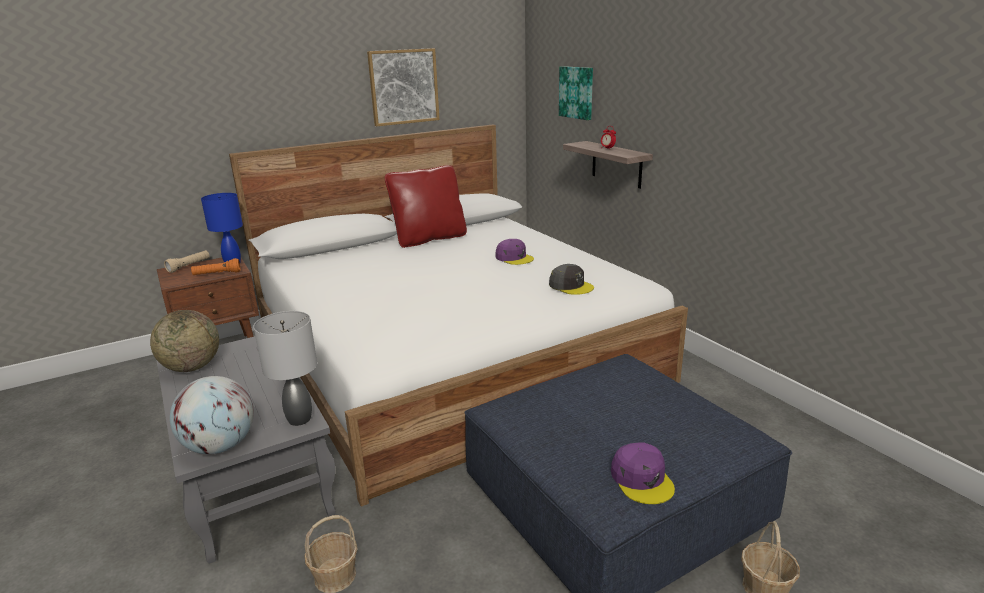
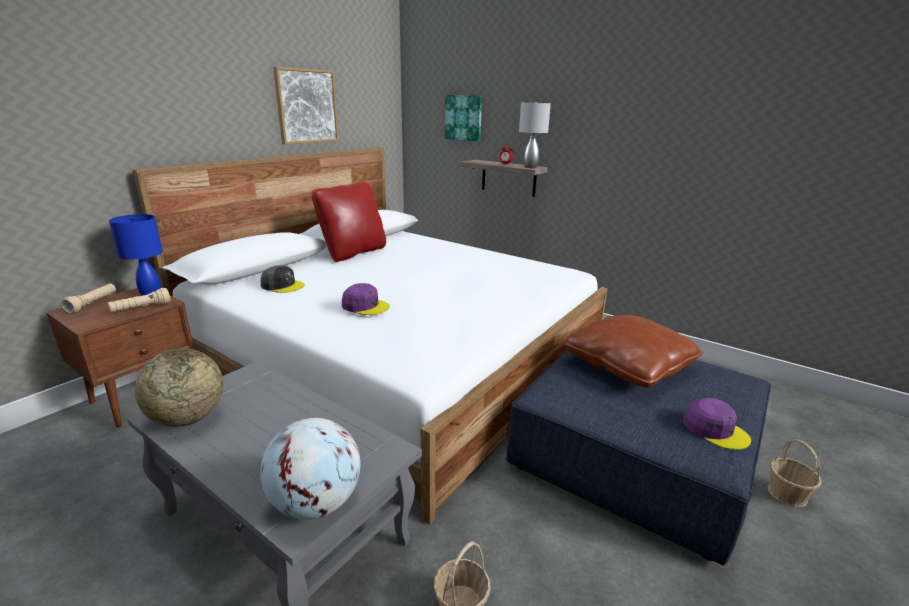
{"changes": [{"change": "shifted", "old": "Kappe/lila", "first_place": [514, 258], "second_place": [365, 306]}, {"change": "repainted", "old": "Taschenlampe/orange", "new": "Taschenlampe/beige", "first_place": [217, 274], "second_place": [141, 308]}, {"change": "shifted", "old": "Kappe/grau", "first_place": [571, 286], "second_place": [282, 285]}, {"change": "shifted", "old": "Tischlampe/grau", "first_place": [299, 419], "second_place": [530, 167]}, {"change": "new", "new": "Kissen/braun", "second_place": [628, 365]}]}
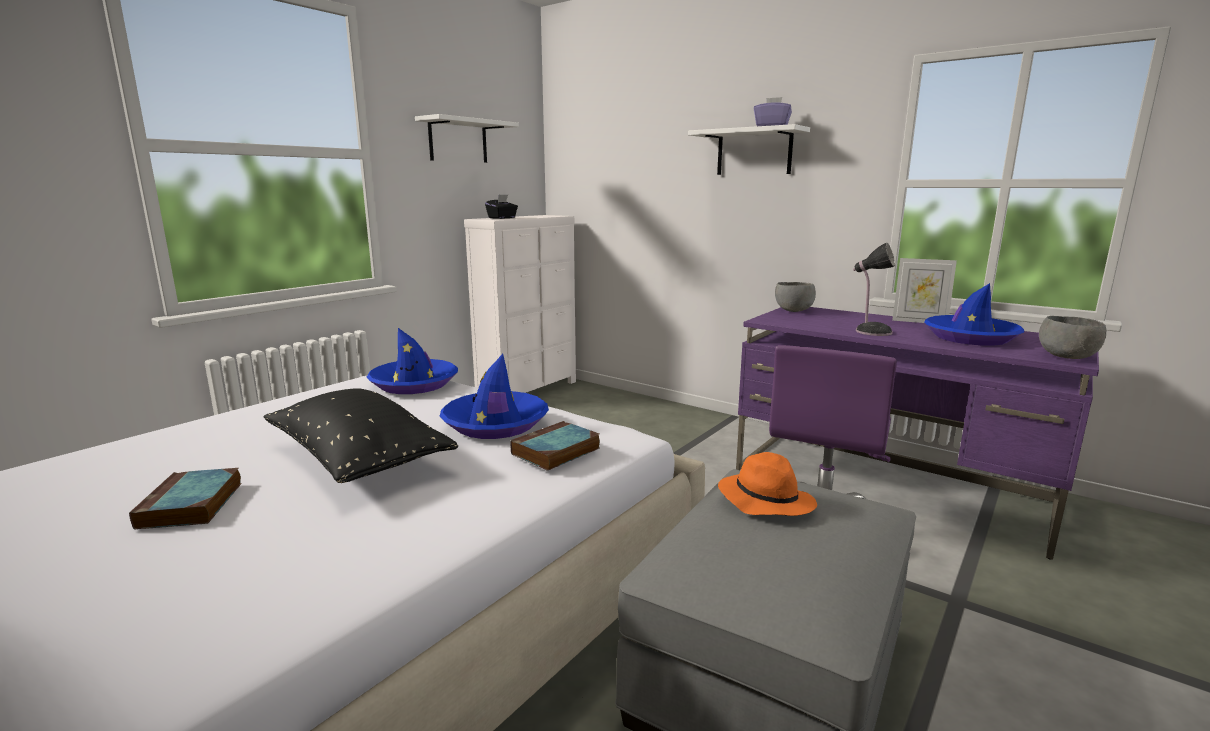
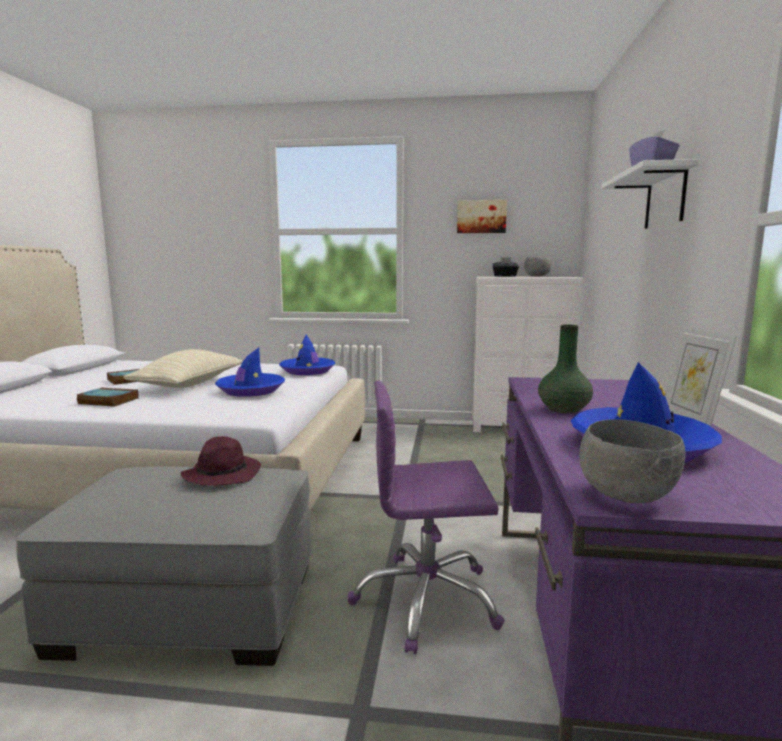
{"changes": [{"change": "swapped", "old": "Wandregal/weiß", "new": "Bild", "first_place": [458, 141], "second_place": [481, 217]}, {"change": "swapped", "old": "Tischlampe", "new": "Vase/grün", "first_place": [871, 331], "second_place": [564, 409]}, {"change": "shifted", "old": "Schüssel/grau", "first_place": [792, 311], "second_place": [536, 276]}, {"change": "repainted", "old": "Kissen/schwarz", "new": "Kissen/beige", "first_place": [358, 458], "second_place": [189, 384]}, {"change": "shifted", "old": "Buch", "first_place": [555, 452], "second_place": [107, 401]}, {"change": "repainted", "old": "Hut/orange", "new": "Hut/lila", "first_place": [764, 500], "second_place": [222, 474]}]}
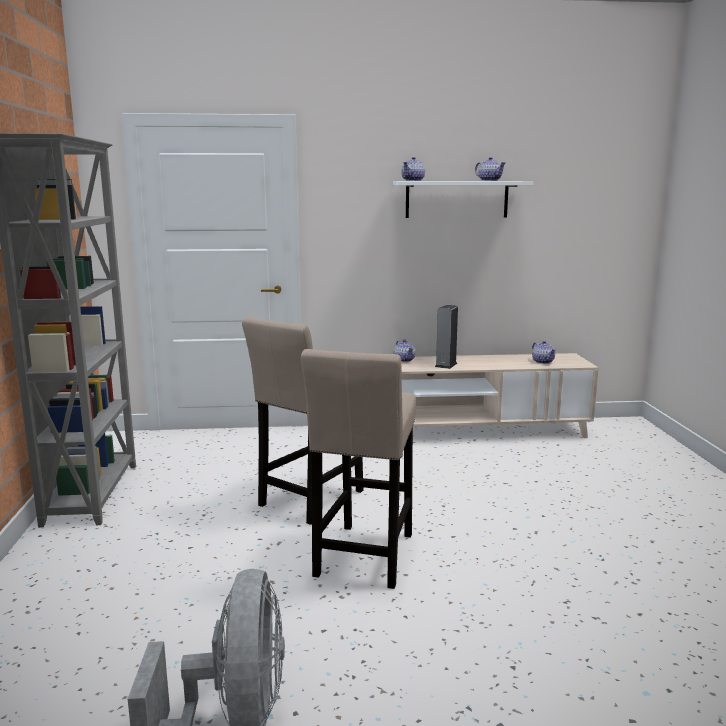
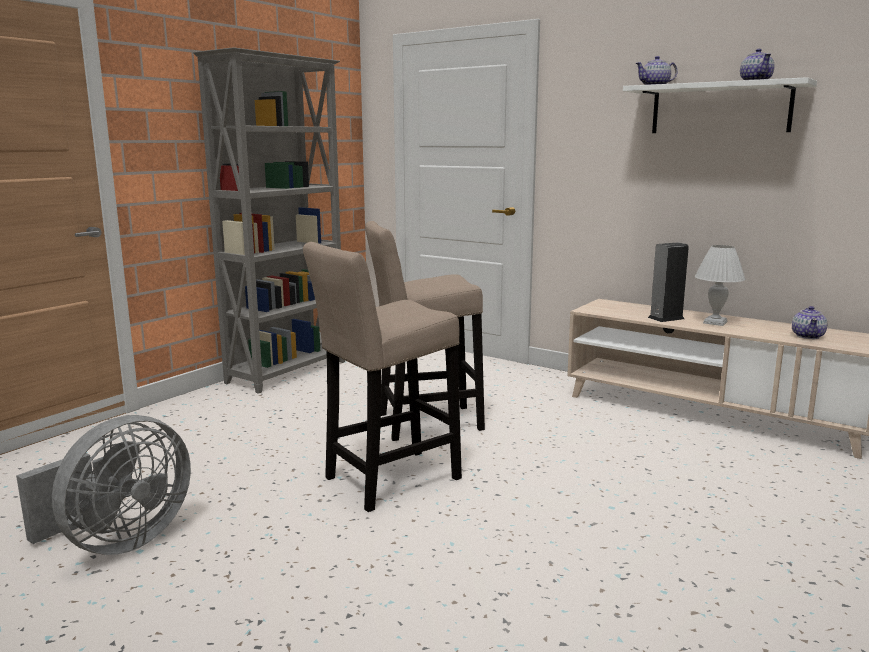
{"changes": [{"change": "gone", "old": "Teekanne", "first_place": [404, 360]}, {"change": "new", "new": "Tischlampe/weiß", "second_place": [715, 322]}]}
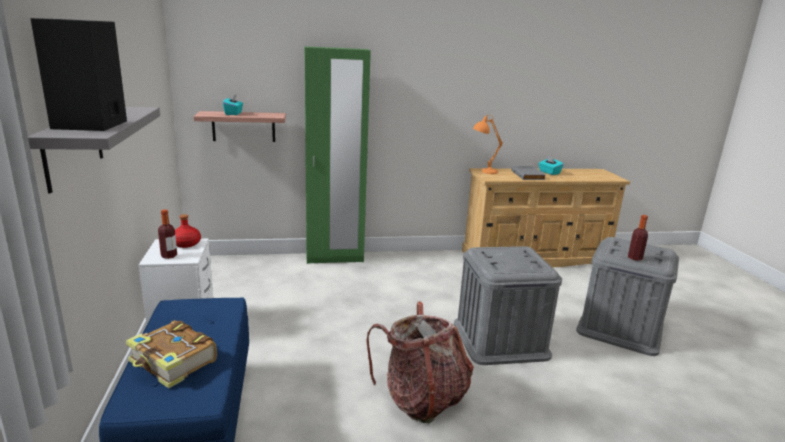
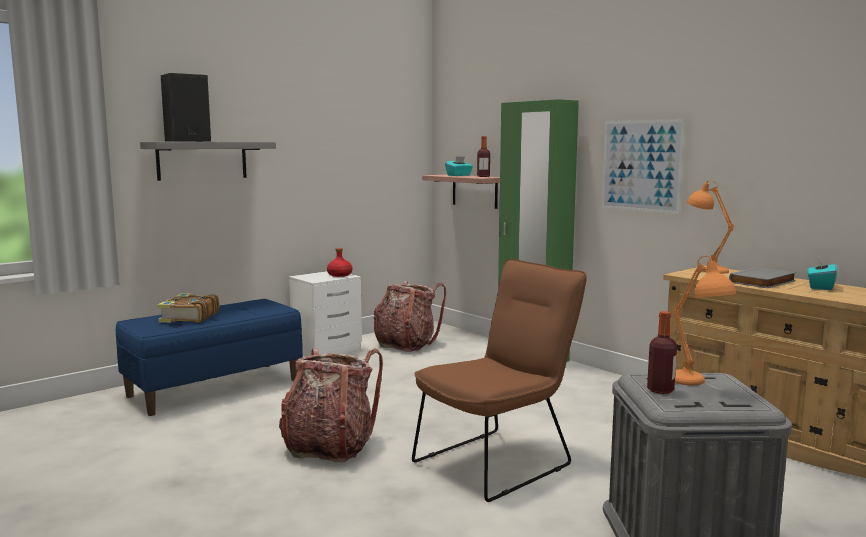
{"changes": [{"change": "shifted", "old": "Flasche", "first_place": [169, 256], "second_place": [483, 176]}, {"change": "swapped", "old": "Aufbewahrungsbox/grau", "new": "Stuhl/braun", "first_place": [500, 339], "second_place": [499, 461]}, {"change": "new", "new": "Bild", "second_place": [641, 166]}, {"change": "new", "new": "Tischlampe/orange", "second_place": [696, 384]}, {"change": "new", "new": "Rucksack", "second_place": [406, 344]}]}
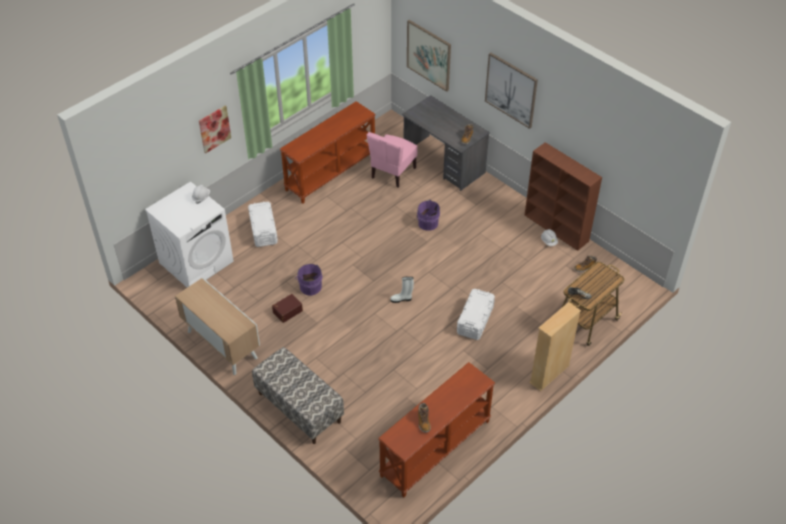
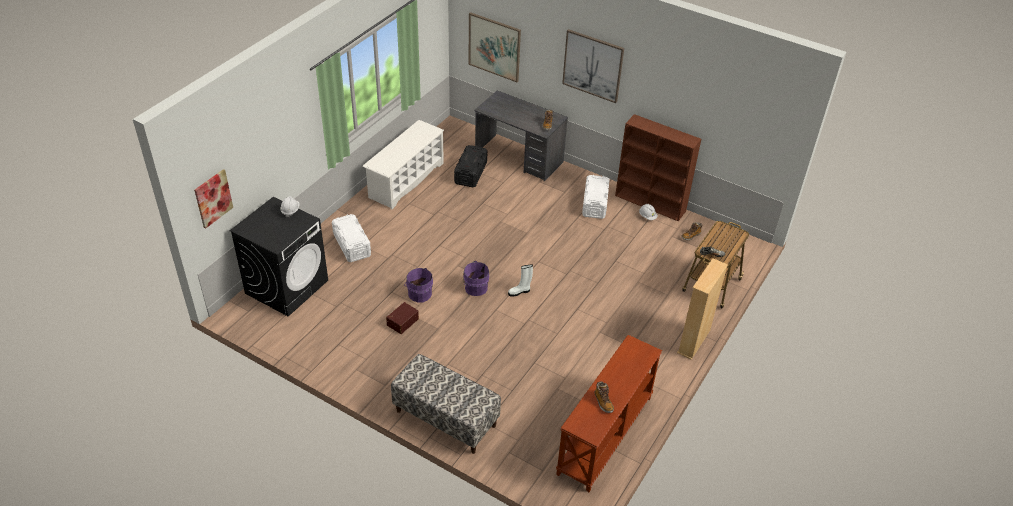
{"changes": [{"change": "swapped", "old": "Konsolentisch/braun", "new": "Schuhregal/weiß", "first_place": [330, 172], "second_place": [406, 180]}, {"change": "shifted", "old": "Bild", "first_place": [214, 129], "second_place": [213, 198]}, {"change": "swapped", "old": "Stuhl/rosa", "new": "Aufbewahrungsbox/schwarz", "first_place": [392, 173], "second_place": [470, 173]}, {"change": "repainted", "old": "Waschmaschine/weiß", "new": "Waschmaschine/schwarz", "first_place": [196, 262], "second_place": [287, 286]}, {"change": "shifted", "old": "Eimer/lila", "first_place": [427, 223], "second_place": [475, 287]}, {"change": "gone", "old": "Schrank", "first_place": [221, 345]}, {"change": "shifted", "old": "Aufbewahrungsbox/weiß", "first_place": [475, 320], "second_place": [594, 204]}]}
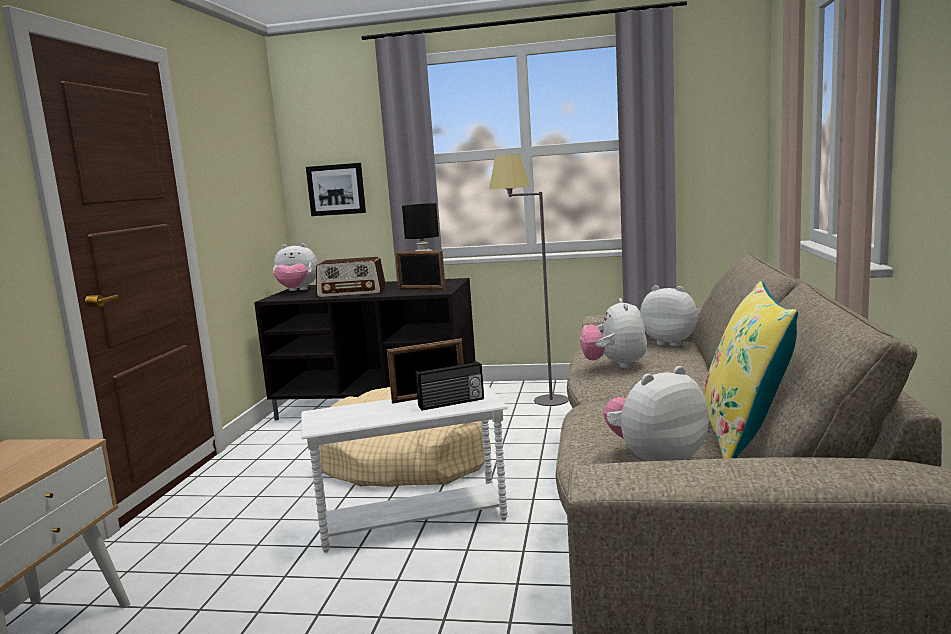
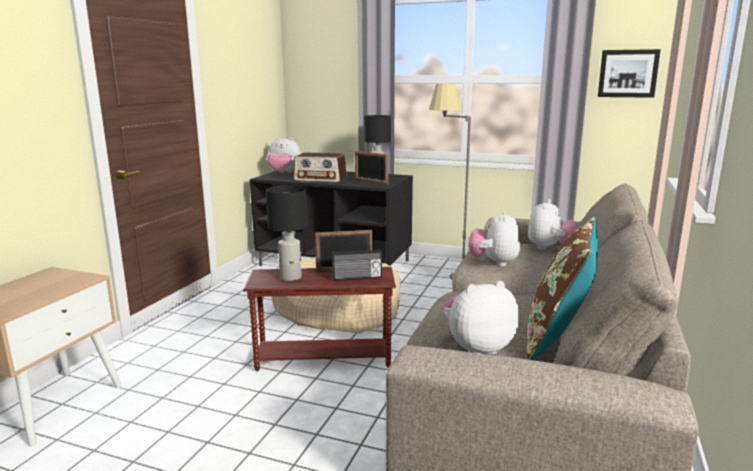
{"changes": [{"change": "shifted", "old": "Bild", "first_place": [336, 189], "second_place": [628, 73]}, {"change": "repainted", "old": "Kissen/gelb", "new": "Kissen/braun", "first_place": [745, 436], "second_place": [557, 338]}, {"change": "rotated", "old": "Plüschtier", "first_place": [671, 343], "second_place": [550, 248], "degrees": 75}, {"change": "repainted", "old": "Beistelltisch/weiß", "new": "Beistelltisch/braun", "first_place": [412, 522], "second_place": [323, 358]}, {"change": "new", "new": "Tischlampe/schwarz", "second_place": [291, 277]}]}
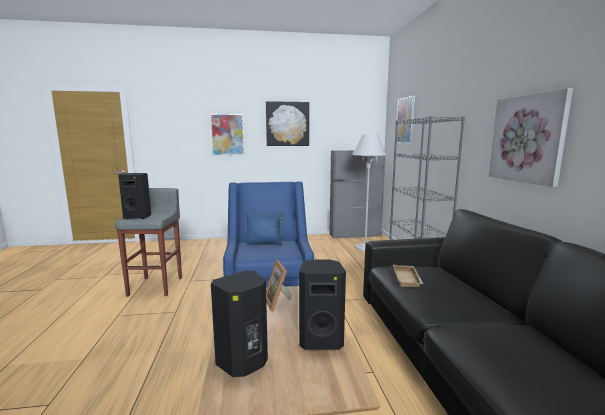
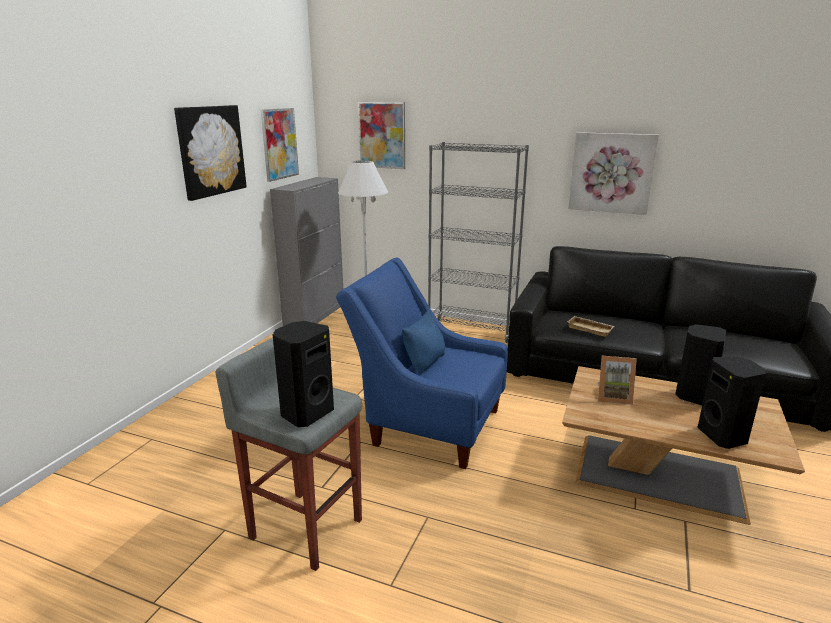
{"changes": [{"change": "shifted", "old": "Bild", "first_place": [227, 135], "second_place": [279, 144]}]}
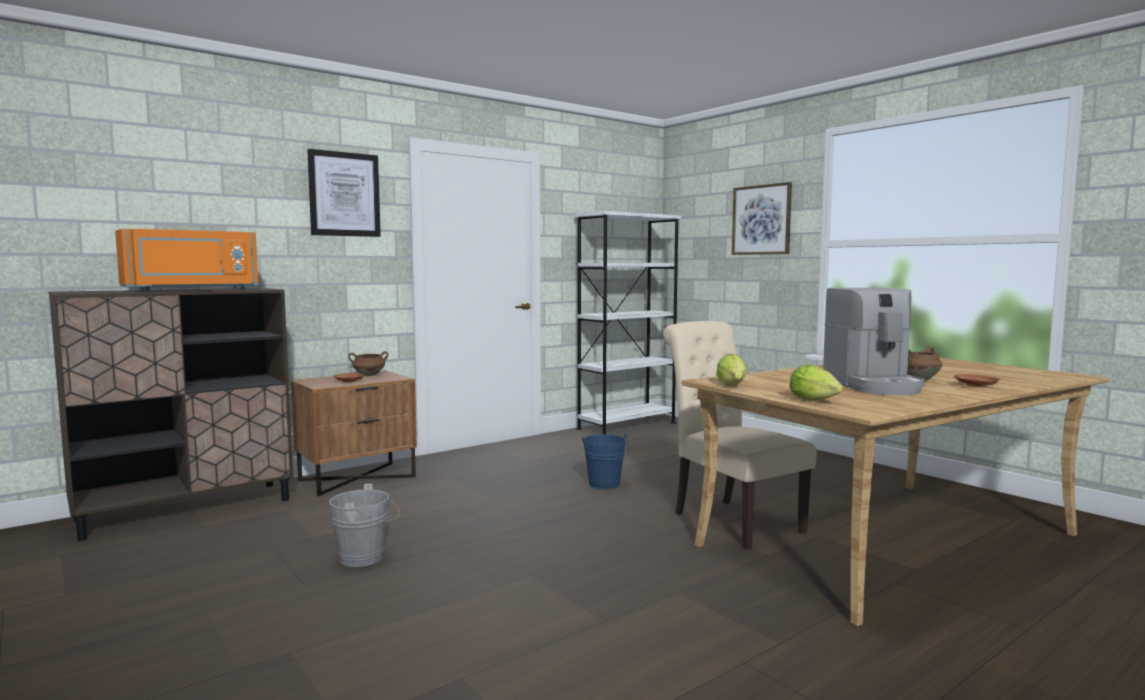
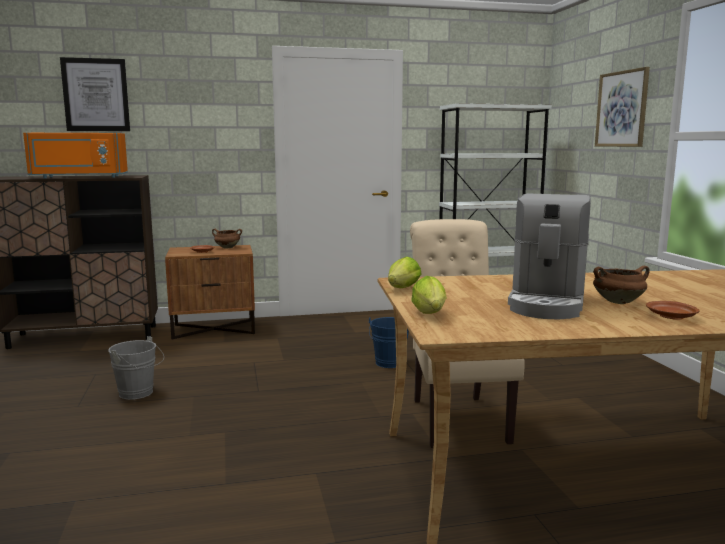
{"changes": [{"change": "shifted", "old": "Bild", "first_place": [344, 194], "second_place": [96, 95]}]}
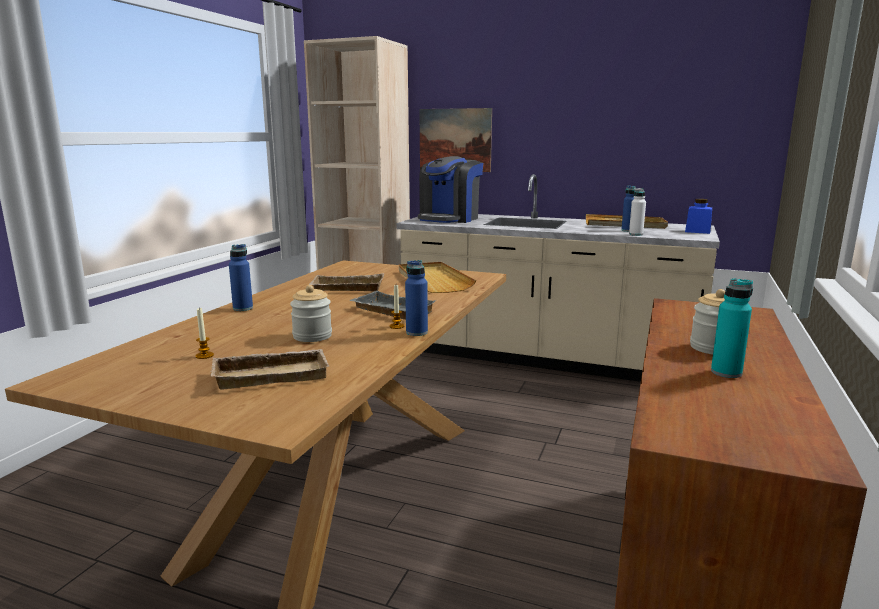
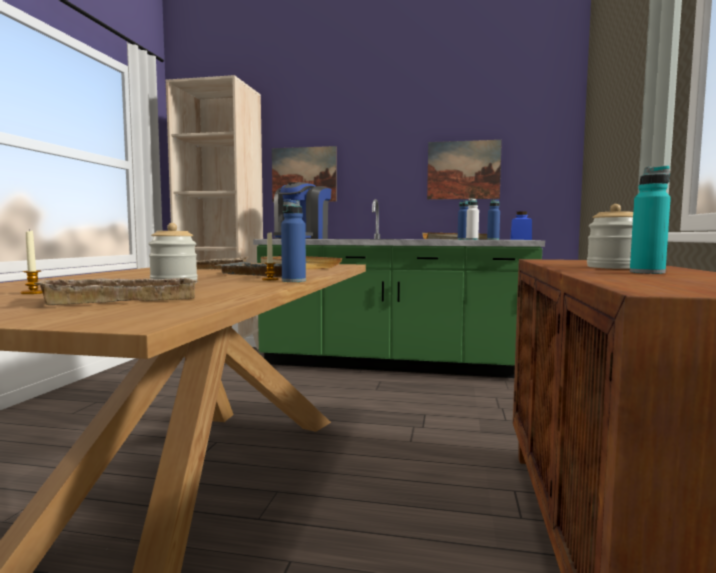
{"changes": [{"change": "repainted", "old": "Küchenzeile/beige", "new": "Küchenzeile/grün", "first_place": [546, 359], "second_place": [394, 364]}, {"change": "shifted", "old": "Flasche/blau", "first_place": [243, 308], "second_place": [493, 239]}, {"change": "new", "new": "Bild", "second_place": [463, 170]}]}
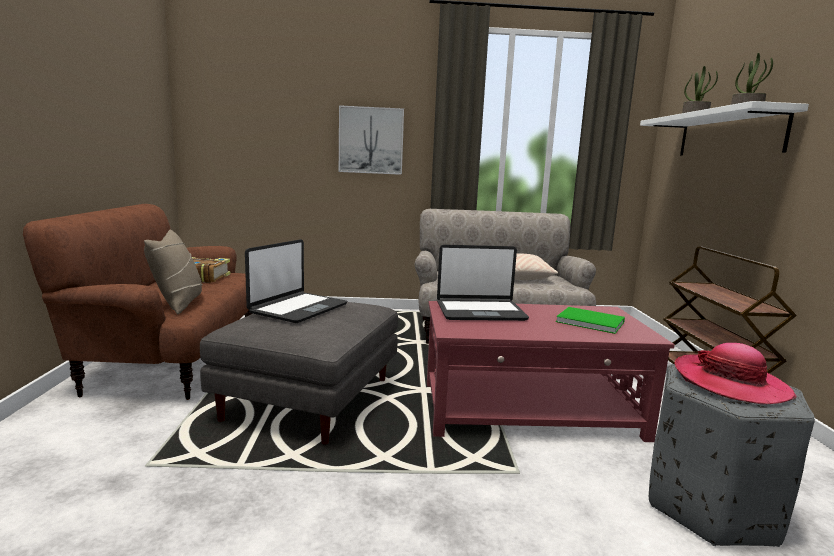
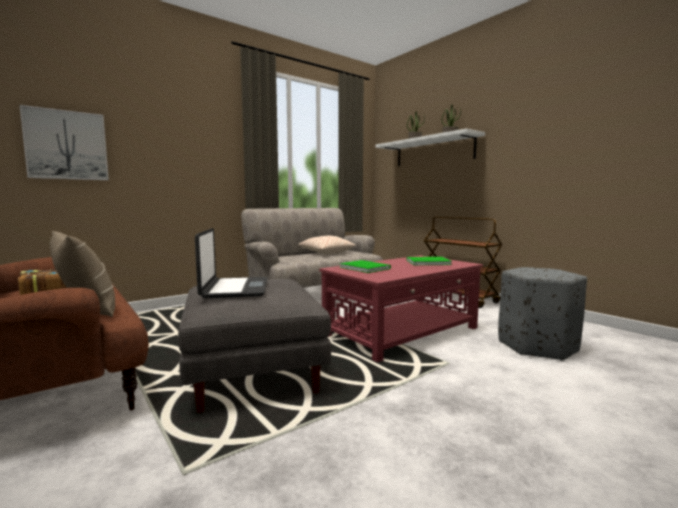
{"changes": [{"change": "shifted", "old": "Bild", "first_place": [371, 140], "second_place": [66, 145]}, {"change": "swapped", "old": "Laptop", "new": "Buch/grün", "first_place": [480, 311], "second_place": [364, 267]}, {"change": "gone", "old": "Hut", "first_place": [730, 383]}]}
